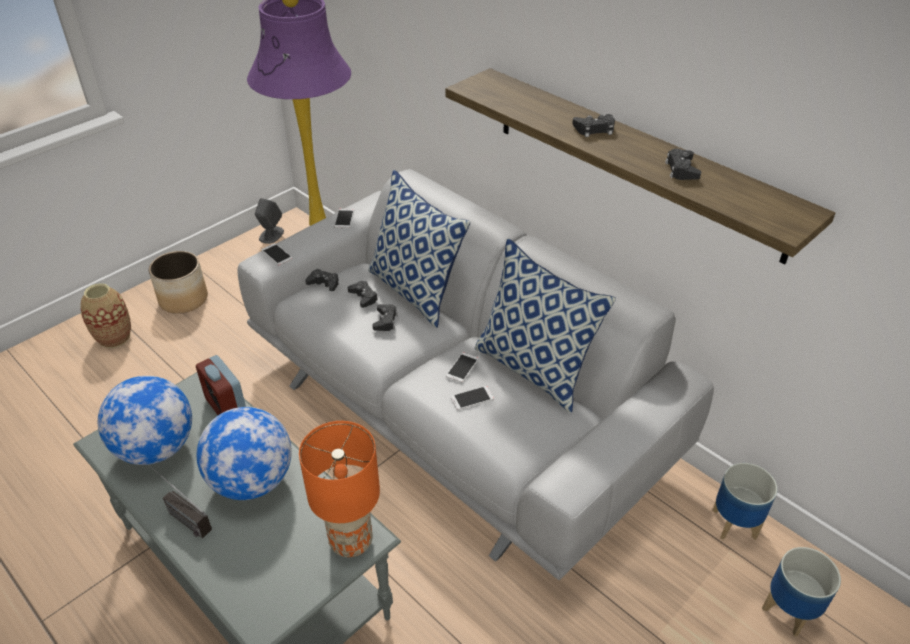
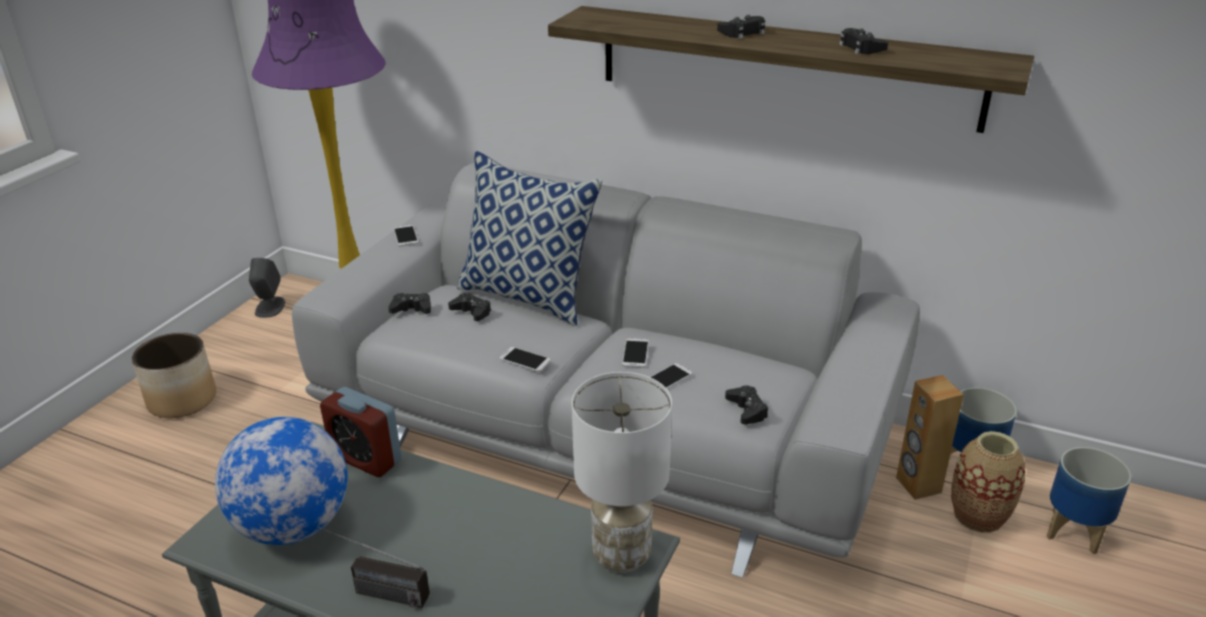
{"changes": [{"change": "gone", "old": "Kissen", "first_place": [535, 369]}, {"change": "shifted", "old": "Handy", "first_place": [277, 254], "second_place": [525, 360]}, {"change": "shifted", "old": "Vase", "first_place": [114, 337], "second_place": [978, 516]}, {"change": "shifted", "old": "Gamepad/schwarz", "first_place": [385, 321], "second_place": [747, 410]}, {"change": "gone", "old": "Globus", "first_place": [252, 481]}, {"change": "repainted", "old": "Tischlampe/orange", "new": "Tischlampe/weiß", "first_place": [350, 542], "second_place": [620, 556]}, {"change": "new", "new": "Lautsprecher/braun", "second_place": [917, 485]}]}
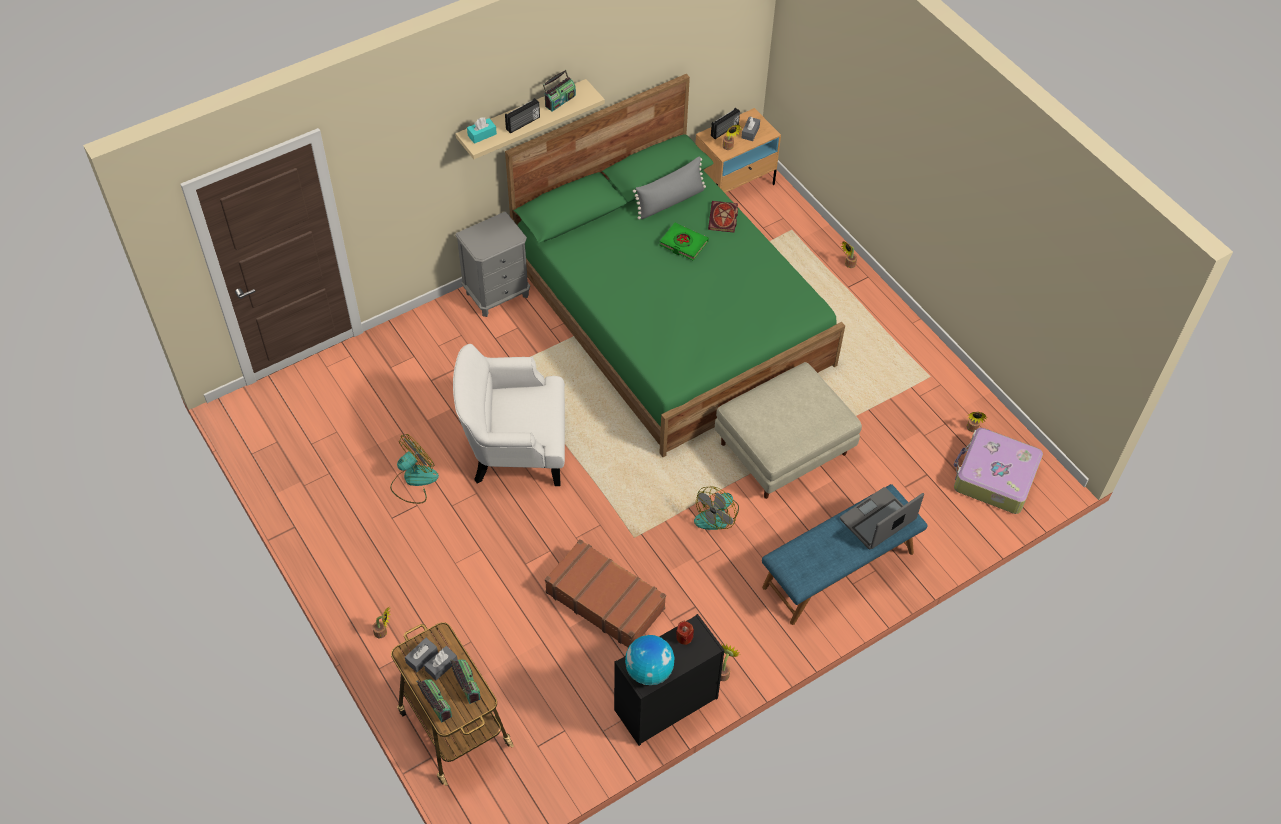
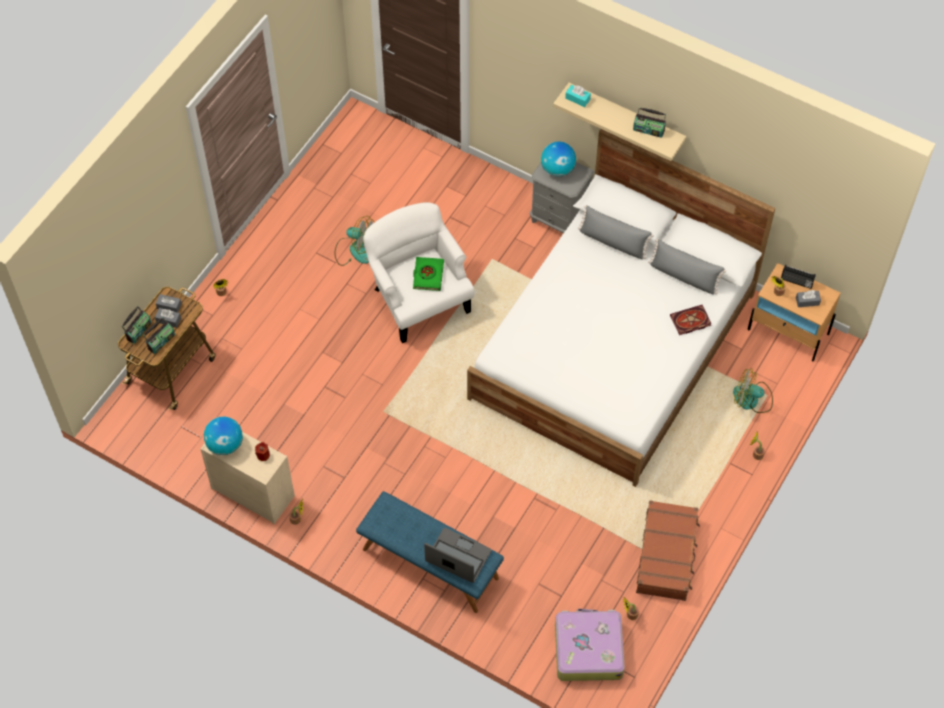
{"changes": [{"change": "repainted", "old": "Bett/grün", "new": "Bett/weiß", "first_place": [672, 315], "second_place": [614, 346]}, {"change": "gone", "old": "Radio", "first_place": [523, 124]}, {"change": "shifted", "old": "Buch/grün", "first_place": [683, 244], "second_place": [428, 275]}, {"change": "gone", "old": "Polsterhocker/beige", "first_place": [784, 448]}, {"change": "shifted", "old": "Ventilator", "first_place": [717, 515], "second_place": [751, 400]}, {"change": "shifted", "old": "Koffer/braun", "first_place": [605, 600], "second_place": [667, 555]}, {"change": "repainted", "old": "Kommode/schwarz", "new": "Kommode/beige", "first_place": [665, 705], "second_place": [252, 492]}, {"change": "new", "new": "Globus", "second_place": [557, 169]}, {"change": "new", "new": "Kissen/grau", "second_place": [613, 242]}]}
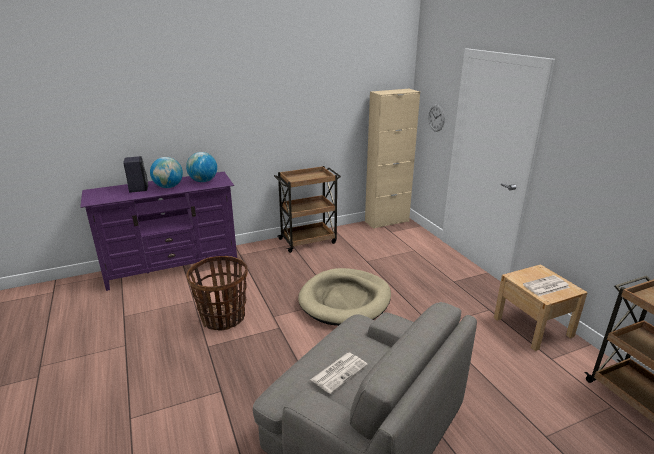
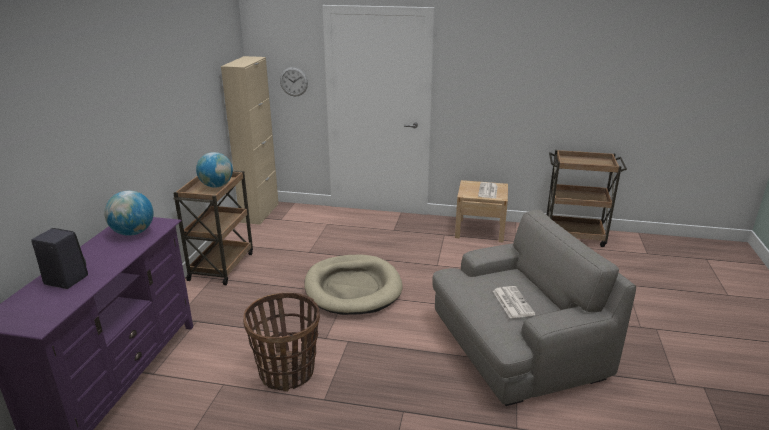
{"changes": [{"change": "shifted", "old": "Globus", "first_place": [168, 187], "second_place": [216, 186]}]}
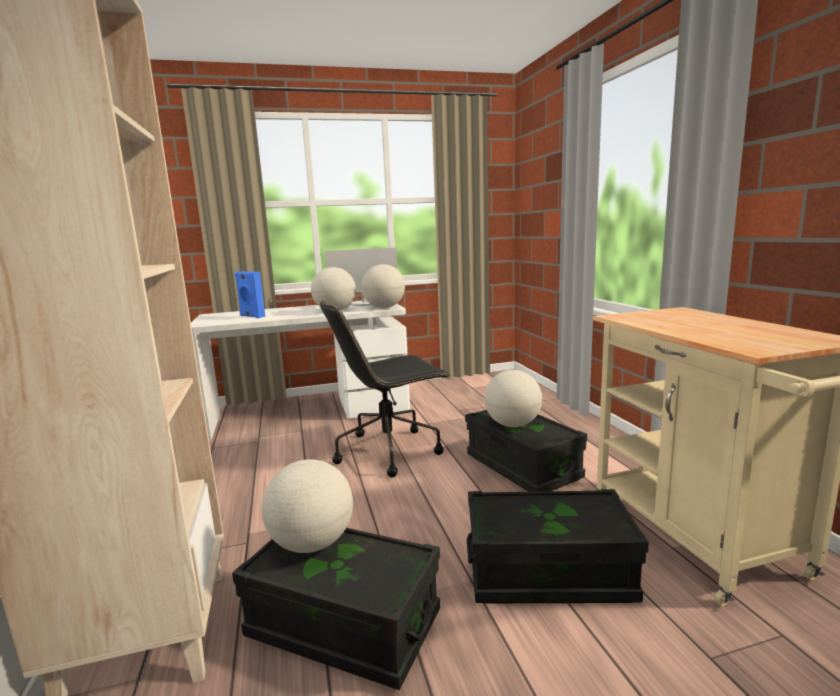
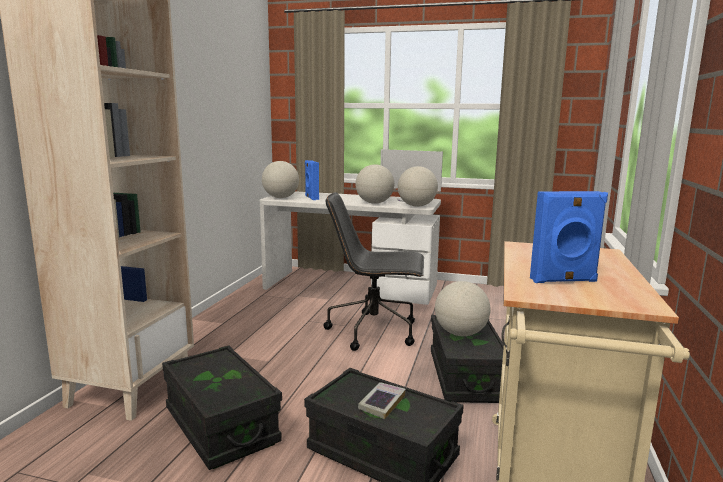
{"changes": [{"change": "shifted", "old": "Globus", "first_place": [312, 543], "second_place": [281, 197]}, {"change": "new", "new": "Lautsprecher/blau", "second_place": [564, 280]}, {"change": "new", "new": "Buch", "second_place": [382, 403]}]}
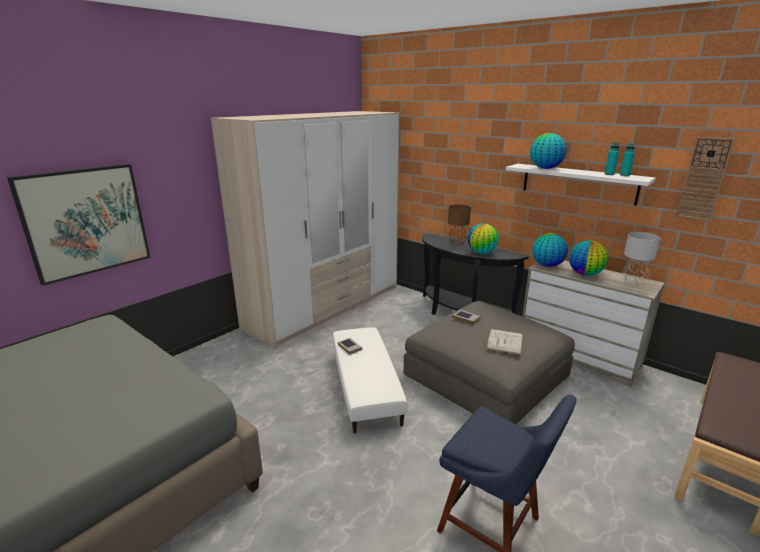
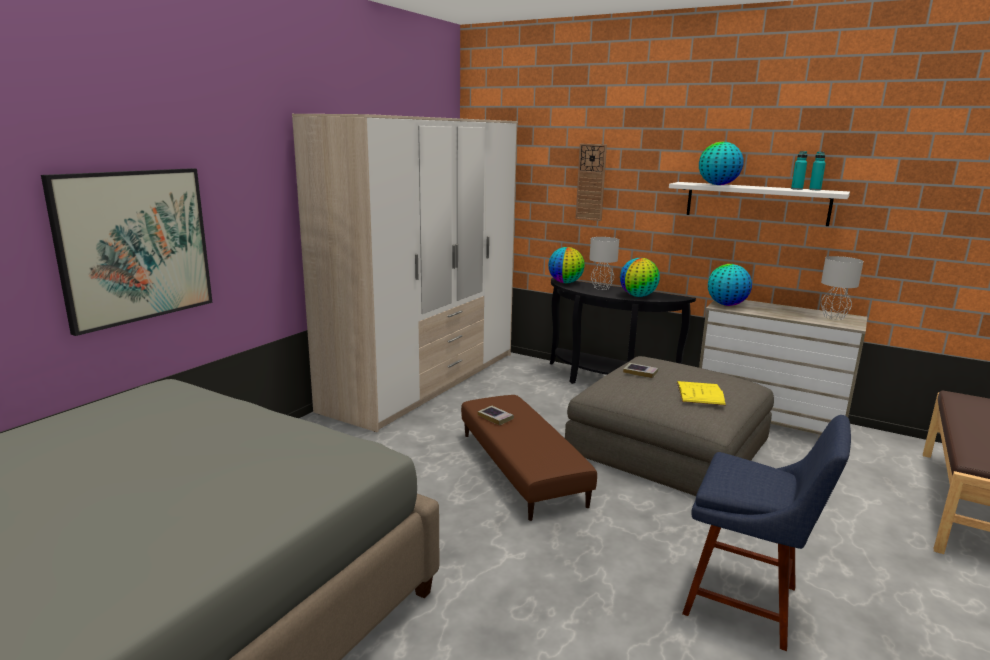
{"changes": [{"change": "shifted", "old": "Wanduhr", "first_place": [704, 179], "second_place": [591, 182]}, {"change": "repainted", "old": "Tischlampe/braun", "new": "Tischlampe/grau", "first_place": [457, 244], "second_place": [601, 288]}, {"change": "shifted", "old": "Globus", "first_place": [585, 274], "second_place": [565, 282]}, {"change": "repainted", "old": "Polsterhocker/weiß", "new": "Polsterhocker/braun", "first_place": [366, 386], "second_place": [521, 468]}, {"change": "repainted", "old": "Buch/weiß", "new": "Buch/gelb", "first_place": [505, 342], "second_place": [700, 393]}]}
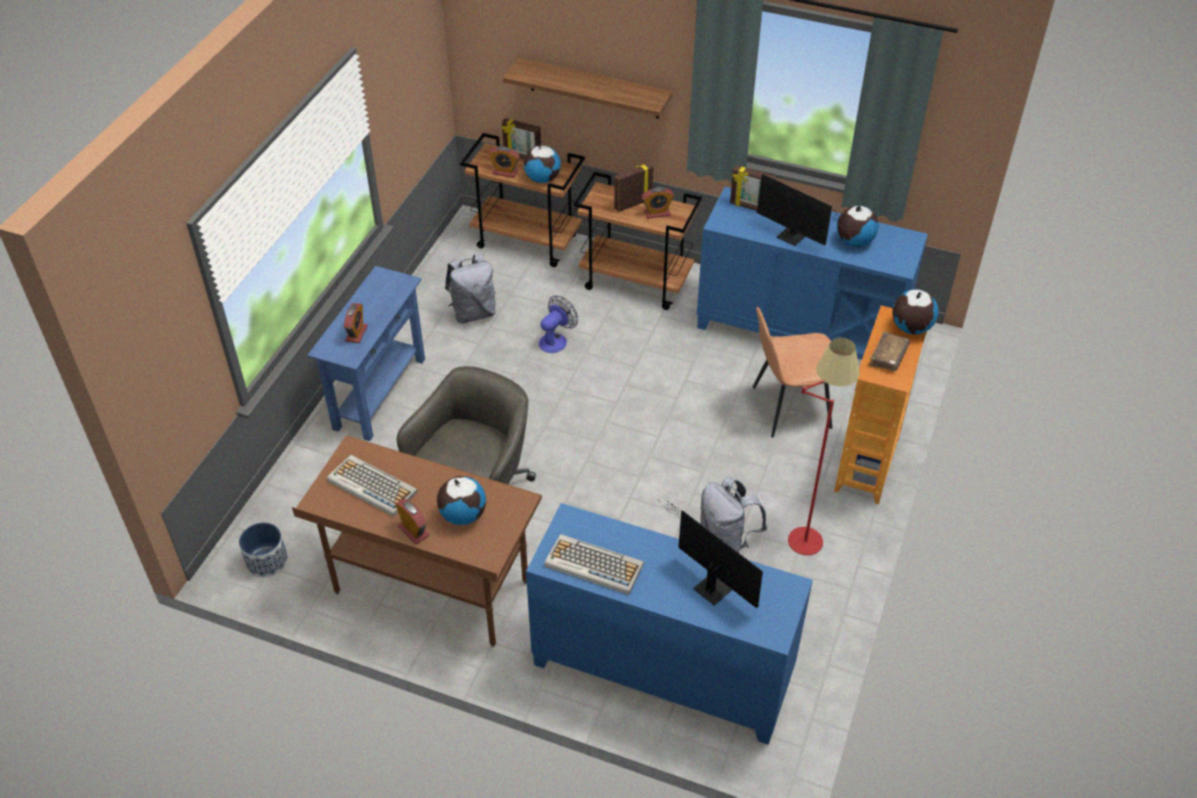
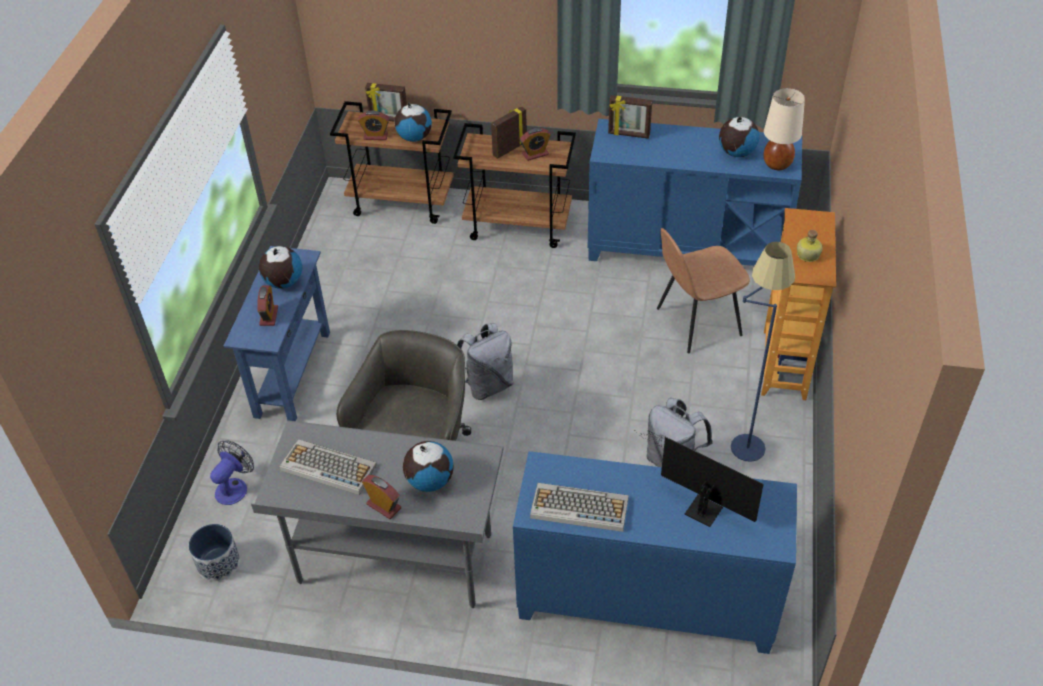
{"changes": [{"change": "gone", "old": "Wandregal", "first_place": [594, 89]}, {"change": "gone", "old": "Monitor", "first_place": [794, 238]}, {"change": "shifted", "old": "Rucksack/grau", "first_place": [473, 313], "second_place": [487, 385]}, {"change": "shifted", "old": "Globus", "first_place": [910, 328], "second_place": [283, 282]}, {"change": "shifted", "old": "Ventilator", "first_place": [556, 340], "second_place": [235, 487]}, {"change": "swapped", "old": "Buch/braun", "new": "Flasche", "first_place": [888, 356], "second_place": [807, 255]}, {"change": "repainted", "old": "Stehlampe/rot", "new": "Stehlampe/blau", "first_place": [806, 528], "second_place": [745, 435]}, {"change": "repainted", "old": "Schreibtisch/braun", "new": "Schreibtisch/grau", "first_place": [431, 588], "second_place": [395, 560]}, {"change": "new", "new": "Tischlampe/beige", "second_place": [776, 164]}]}
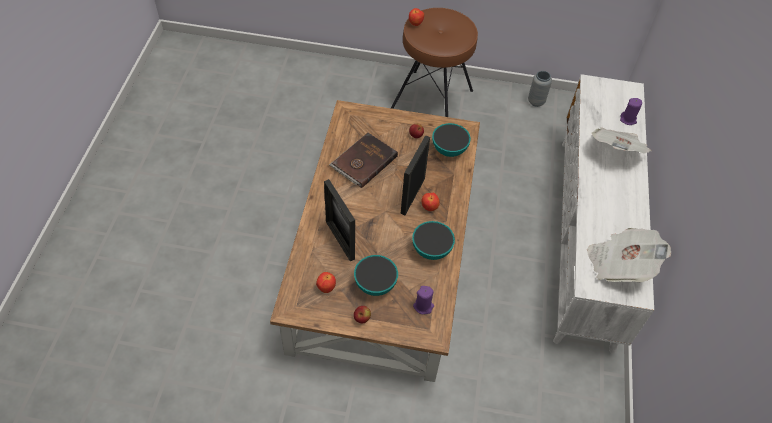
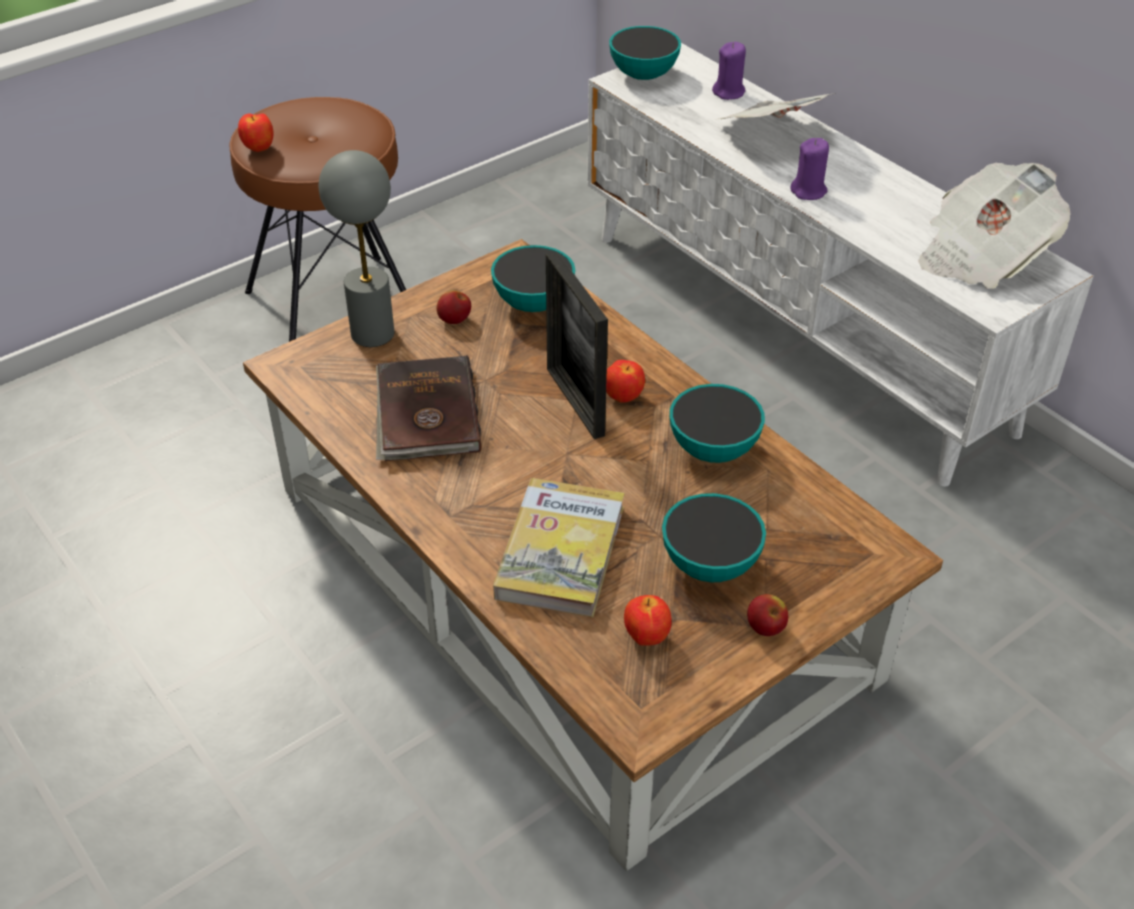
{"changes": [{"change": "gone", "old": "Vase/grau", "first_place": [536, 101]}, {"change": "swapped", "old": "Bilderrahmen", "new": "Buch", "first_place": [340, 240], "second_place": [560, 551]}, {"change": "shifted", "old": "Kerze/lila", "first_place": [423, 306], "second_place": [809, 191]}, {"change": "new", "new": "Schüssel", "second_place": [643, 75]}, {"change": "new", "new": "Tischlampe/grau", "second_place": [372, 334]}]}
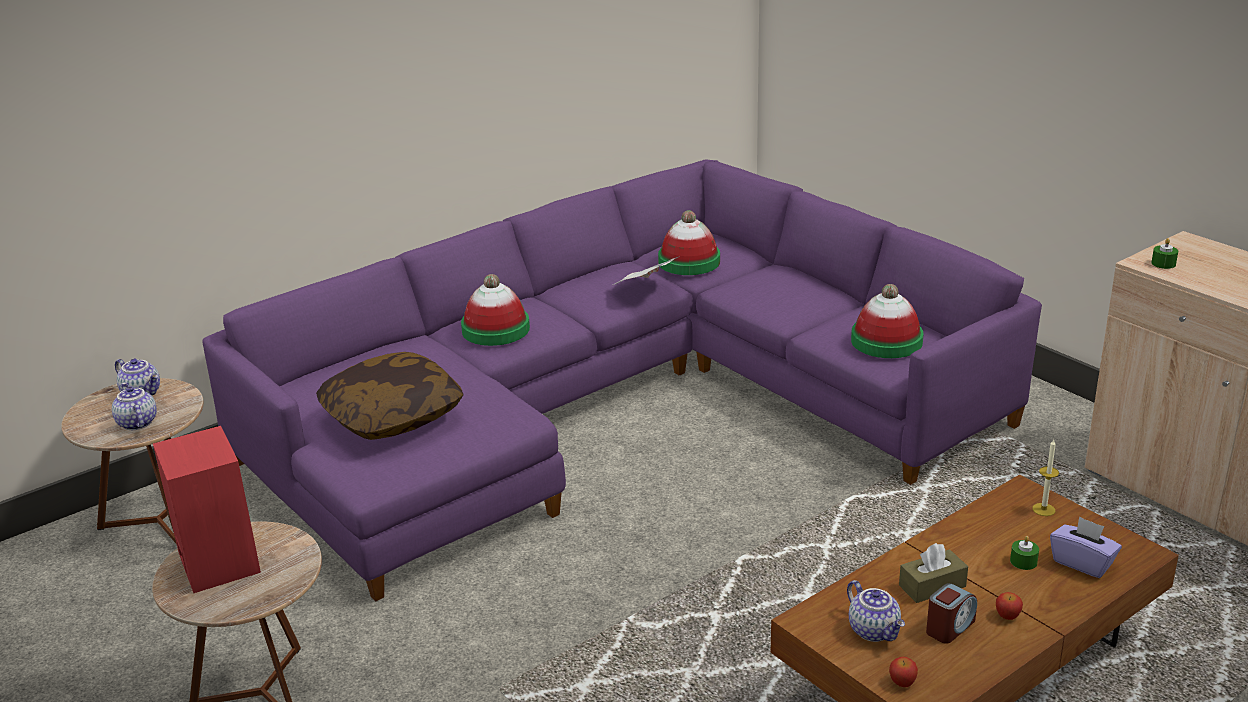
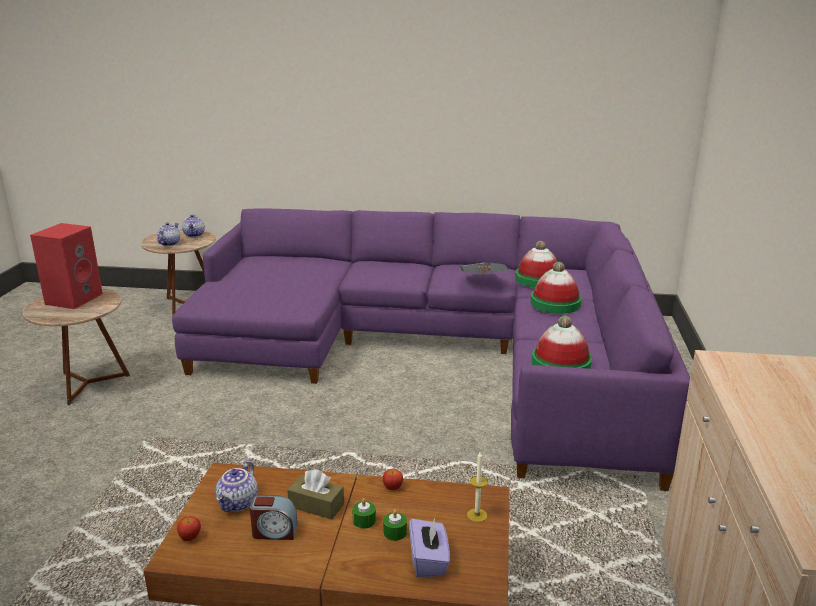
{"changes": [{"change": "shifted", "old": "Kerze/grün", "first_place": [1163, 263], "second_place": [364, 520]}, {"change": "shifted", "old": "Hut", "first_place": [495, 329], "second_place": [555, 303]}, {"change": "gone", "old": "Kissen", "first_place": [393, 416]}, {"change": "shifted", "old": "Apfel", "first_place": [1007, 616], "second_place": [392, 487]}]}
